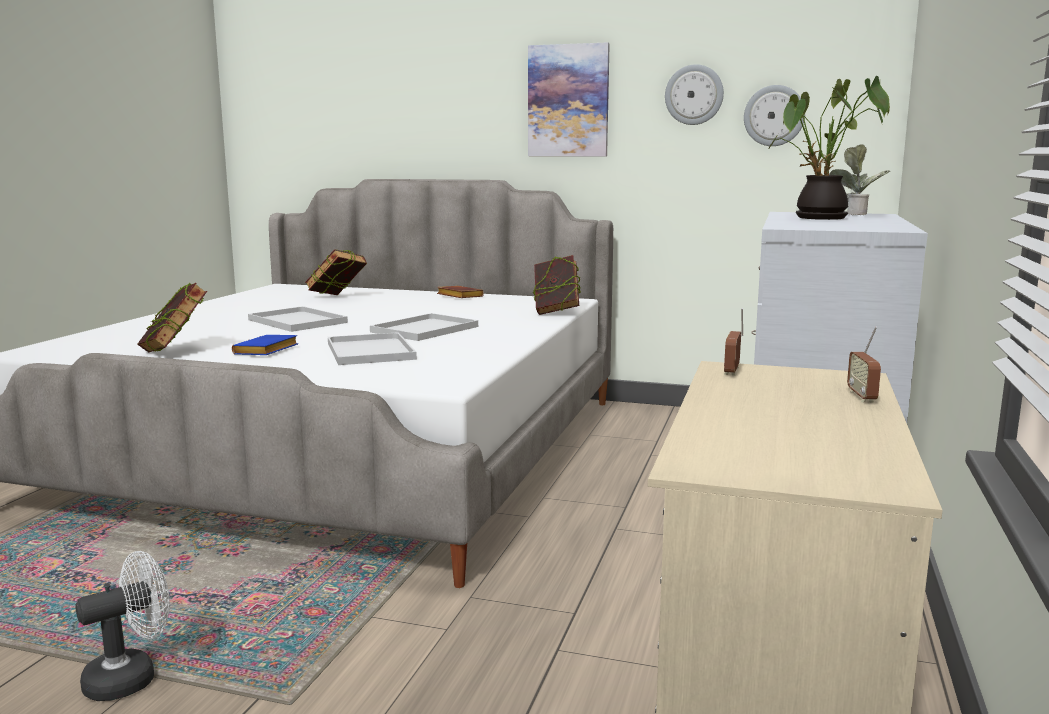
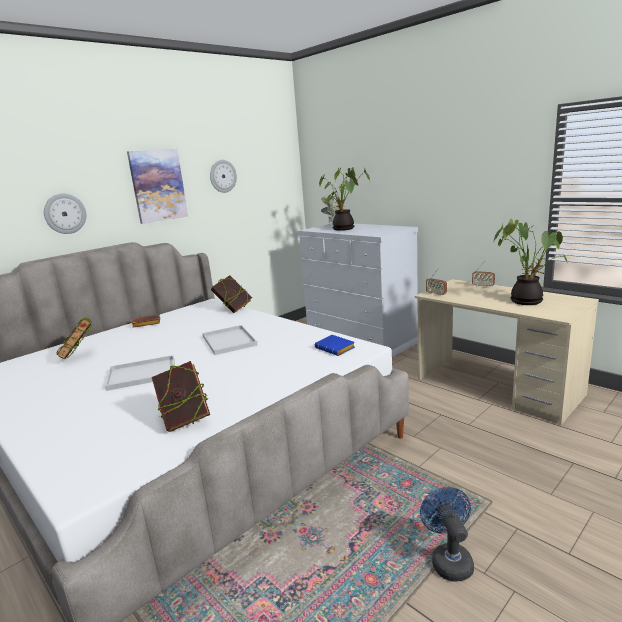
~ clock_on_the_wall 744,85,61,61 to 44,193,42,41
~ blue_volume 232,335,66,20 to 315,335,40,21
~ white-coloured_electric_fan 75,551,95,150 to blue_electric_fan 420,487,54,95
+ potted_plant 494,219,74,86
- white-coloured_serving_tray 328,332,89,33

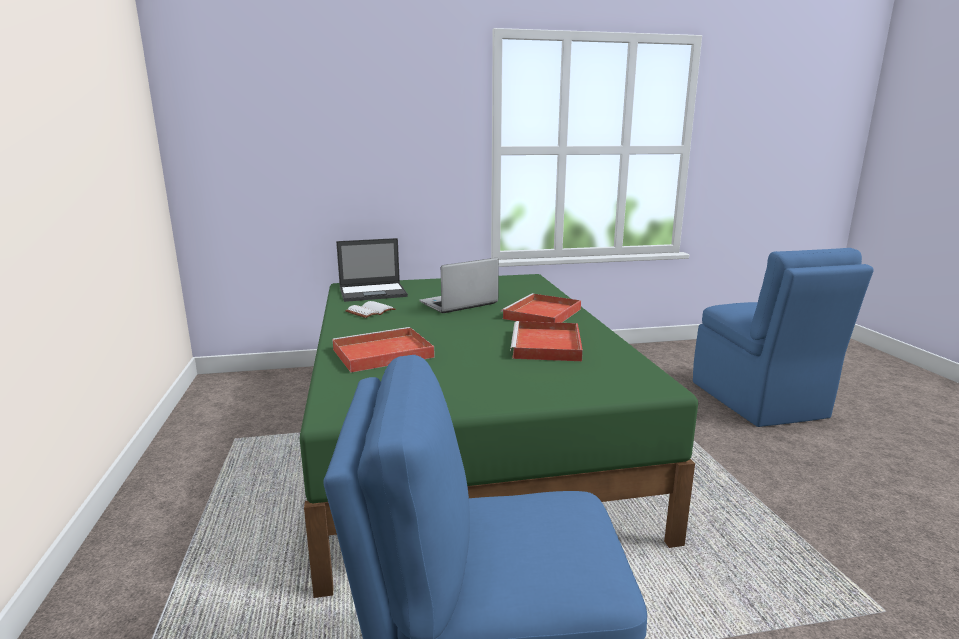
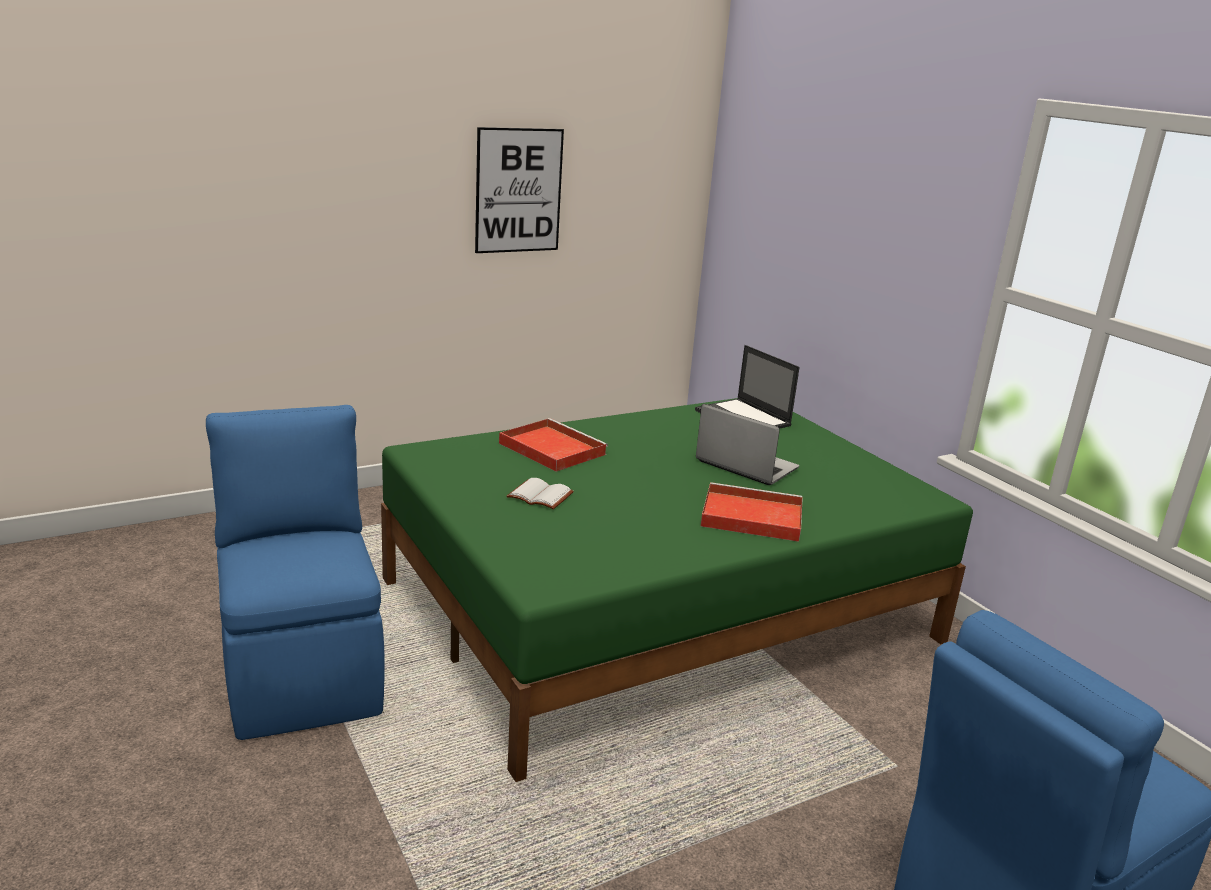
+ picture 475,127,89,126
~ white-coloured_volume 345,301,50,17 to 507,478,67,31
- red_serving_tray 510,321,73,40

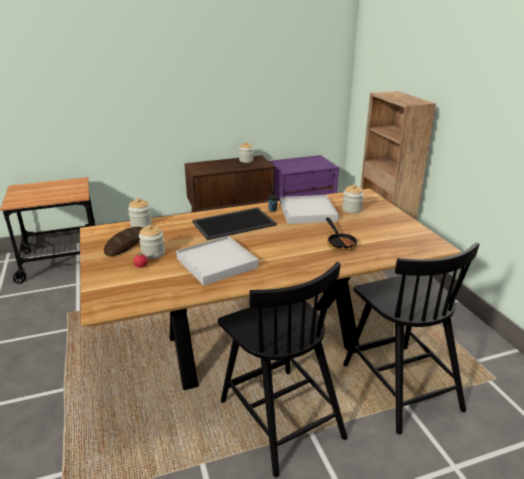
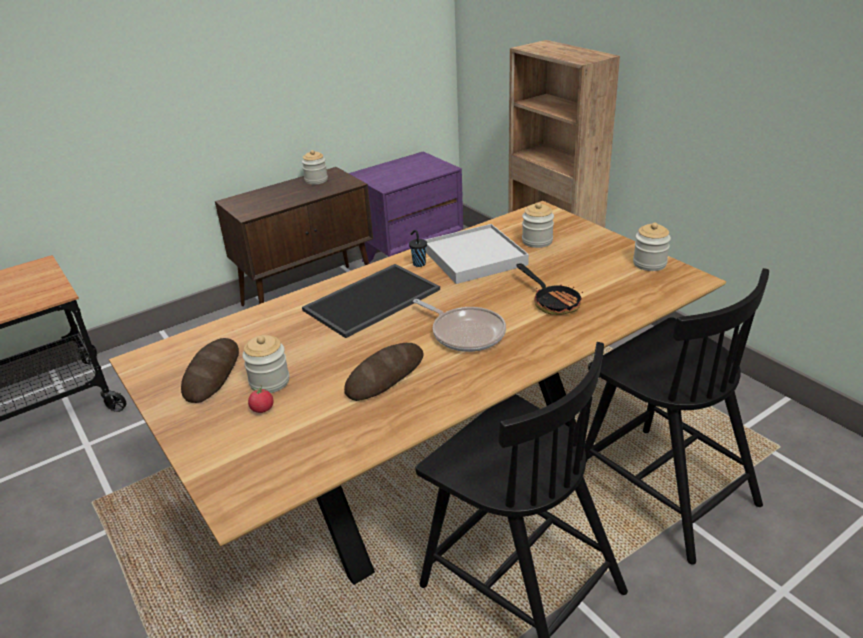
~ white-coloured_serving_tray 176,236,82,50 to baked_bread 344,343,80,58
+ frying_pan 413,299,93,53
~ preserve_jar 128,198,24,30 to 633,223,38,48

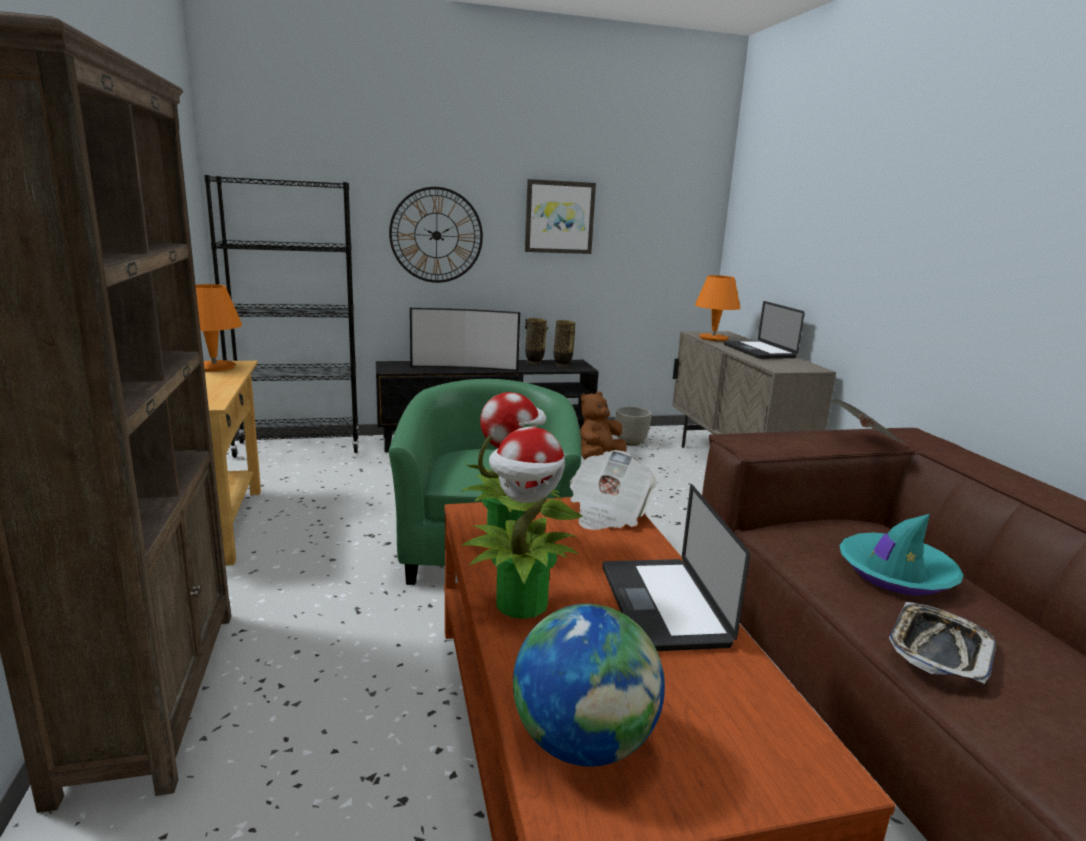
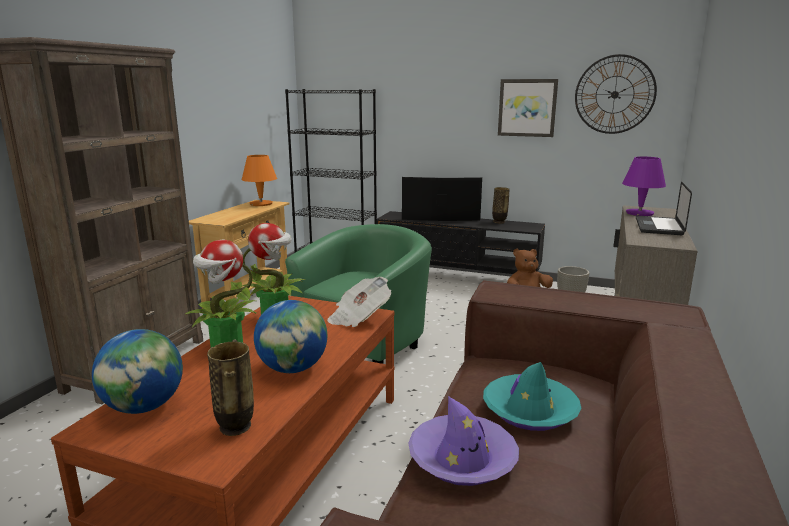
~ decorative_vase 554,320,21,47 to 207,339,47,97
~ portable_computer 602,485,148,166 to globe 254,300,73,73
~ TV 410,308,110,63 = 402,177,80,44 150 degrees clockwise
~ serving_tray 889,602,107,82 to purple_hat 408,396,111,90
~ clock_on_the_wall 389,187,94,96 to 575,54,82,80
~ orange-coloured_lamp_for_a_table 695,275,45,66 to purple_lamp_for_a_table 622,156,44,60
- daily_paper 830,399,77,45

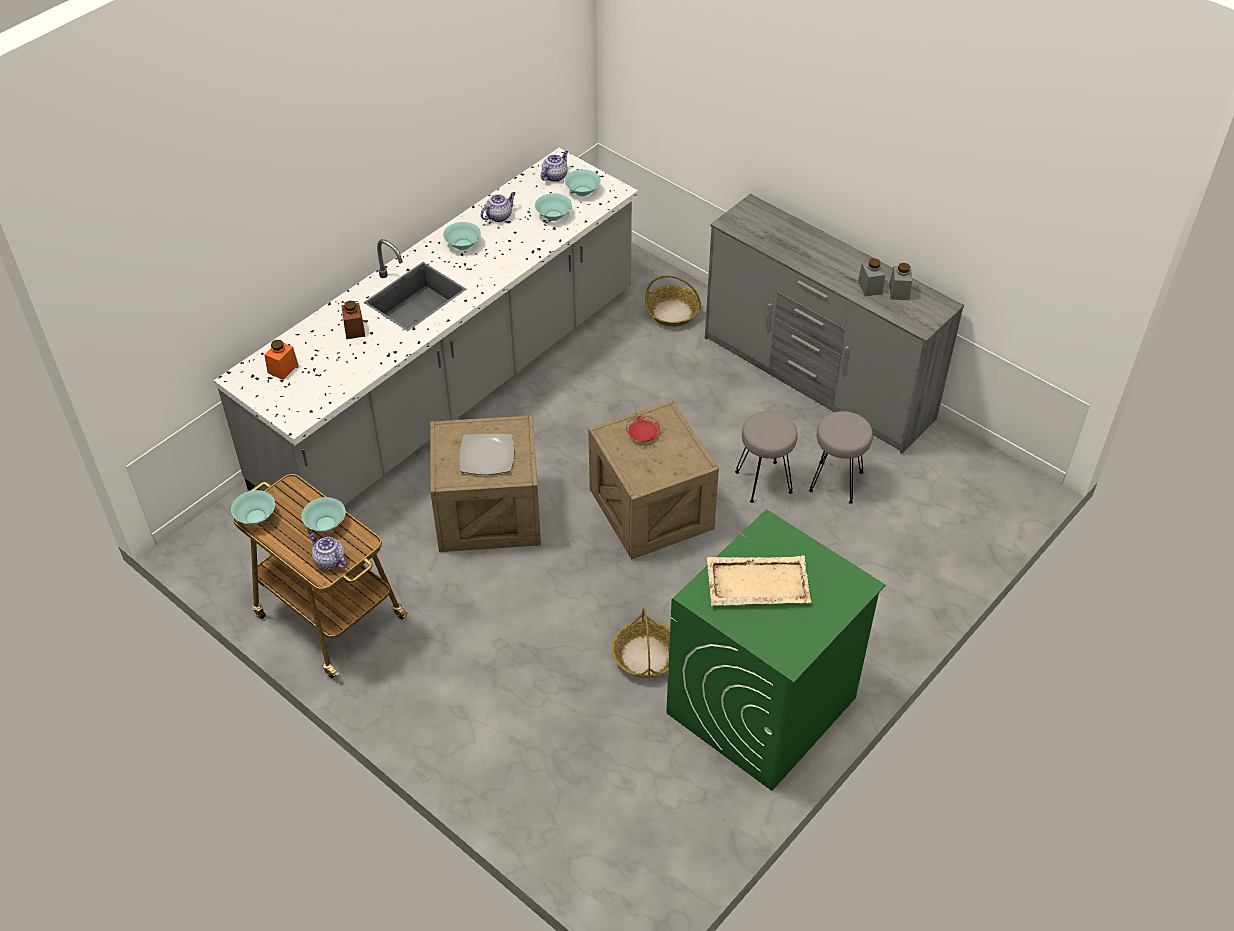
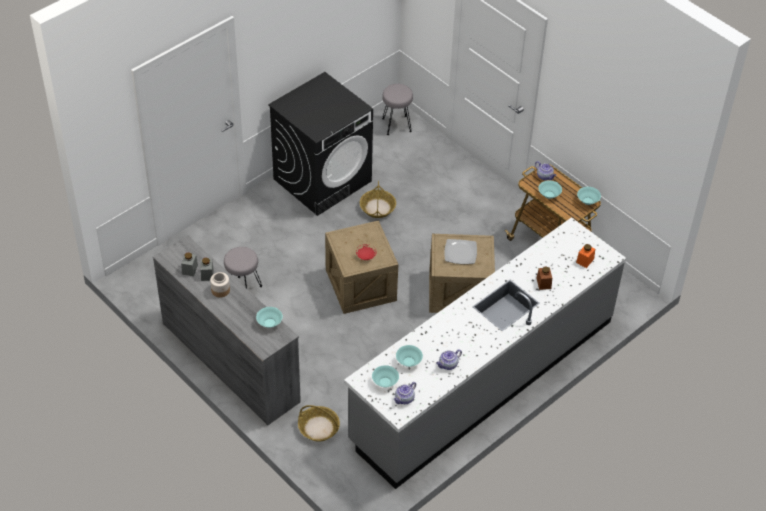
+ preserve_jar 210,272,20,25
~ turquoise_bowl 443,222,38,28 to 256,307,27,21
~ green-coloured_laundry_machine 666,509,219,282 to blackish_laundry_machine 268,72,105,144
~ gray_stool_seat 735,411,63,92 to 382,84,31,51
- sand-coloured_serving_tray 707,555,104,51

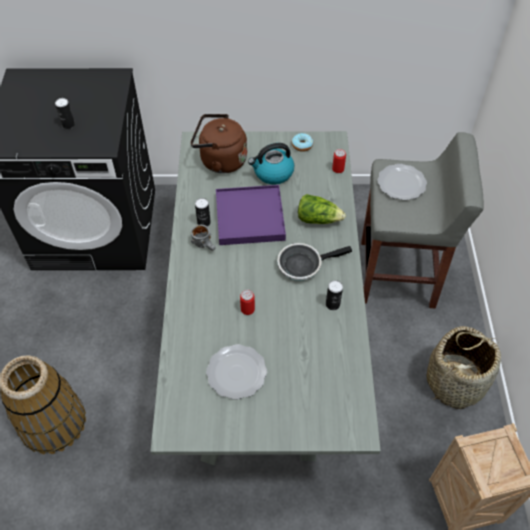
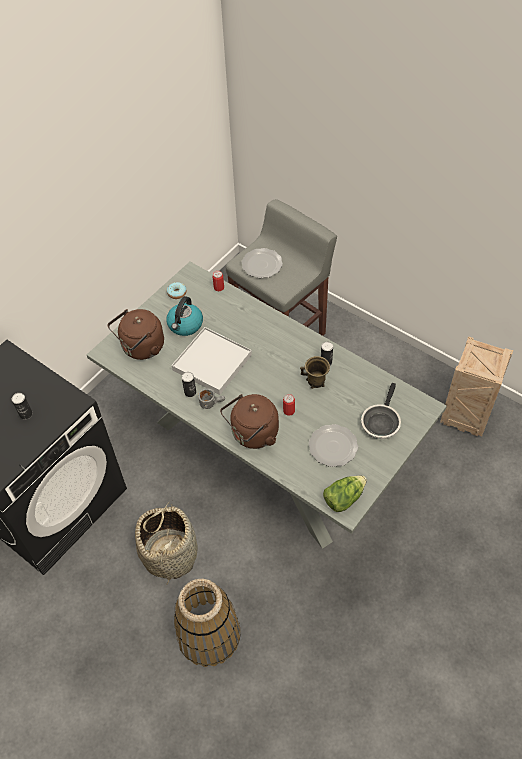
~ storage_basket 426,326,75,83 to 135,501,62,84
~ purple_serving_tray 216,185,70,60 to white-coloured_serving_tray 172,327,80,68
+ brown_kettle 220,394,59,55
+ brown_coffee_mug 300,356,30,33
~ lettuce_head 298,194,48,30 to 323,476,44,36
~ frying_pan 277,243,75,38 to 361,383,40,56

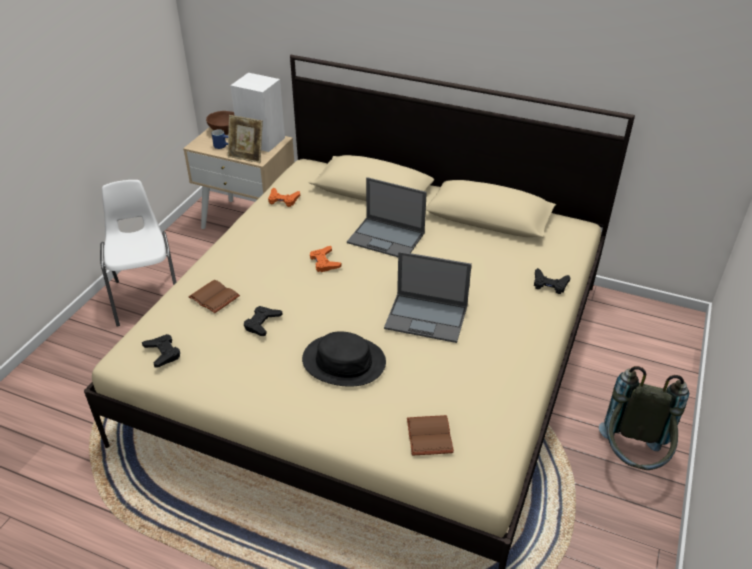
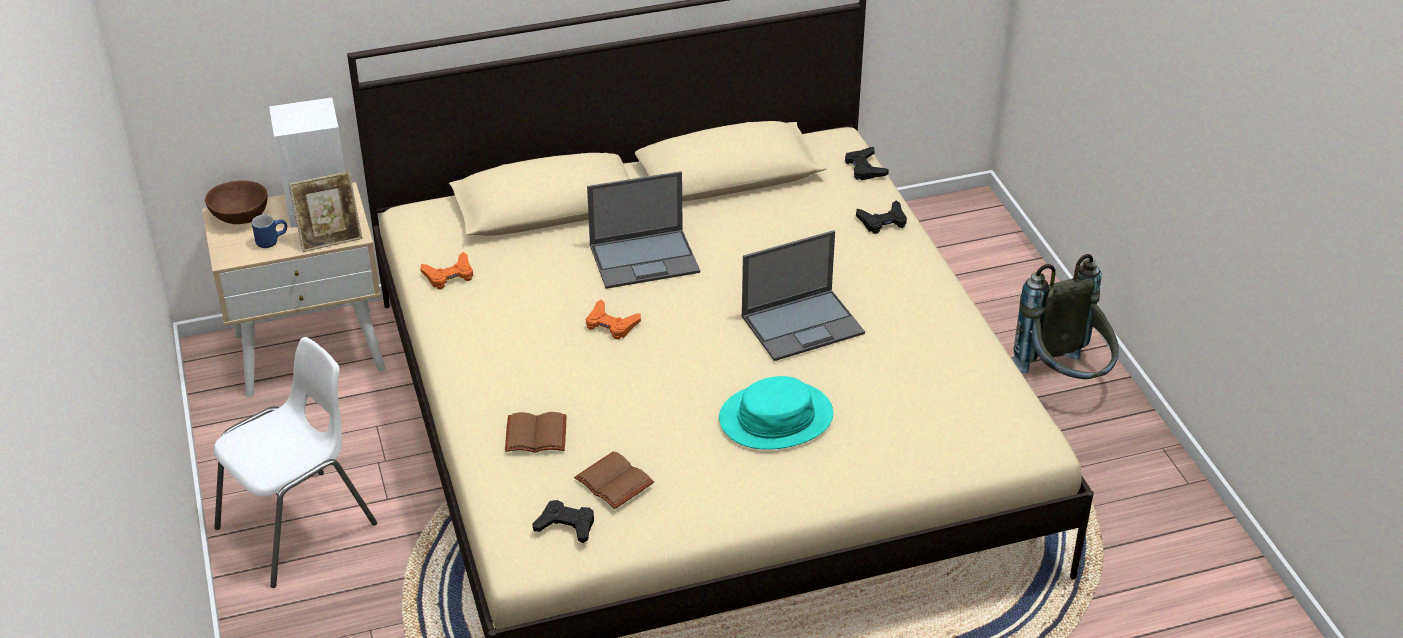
~ white-coloured_plain_chair 100,180,76,147 = 214,337,163,251 105 degrees clockwise
~ brown_volume 407,415,47,40 to 574,451,80,58
~ blackish_hat 302,331,84,56 to turquoise_hat 719,376,114,74
~ blackish_game_controller 244,306,39,30 to 845,147,44,33

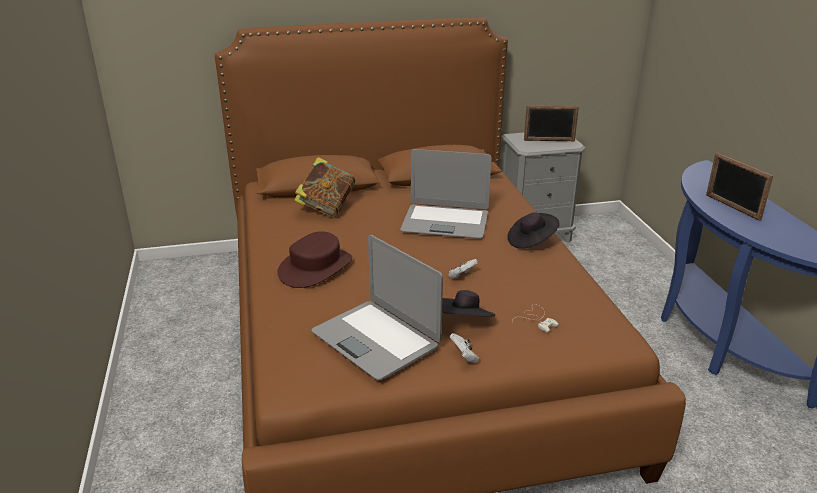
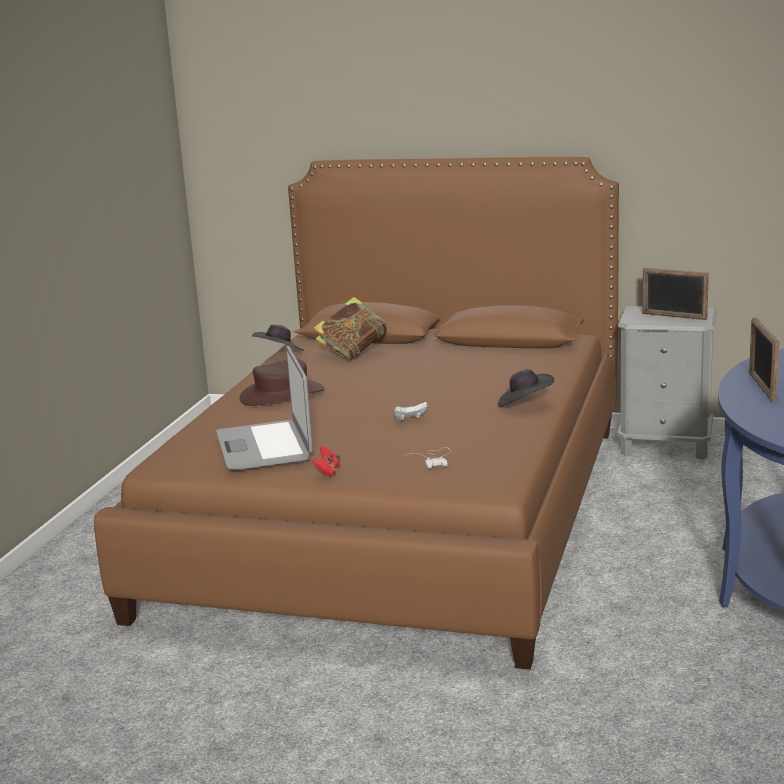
~ blackish_hat 442,290,53,27 to 252,325,52,26
~ white-coloured_game_controller 450,333,29,30 to red_game_controller 313,446,27,30
- portable_computer 400,149,91,90

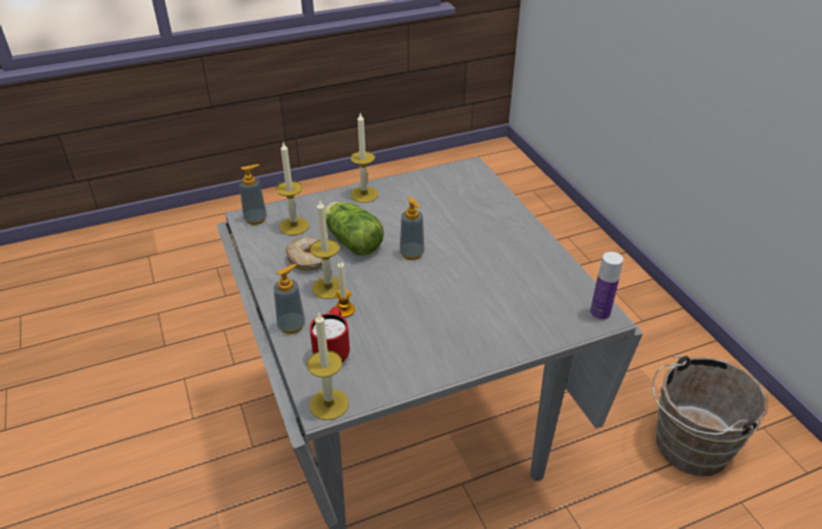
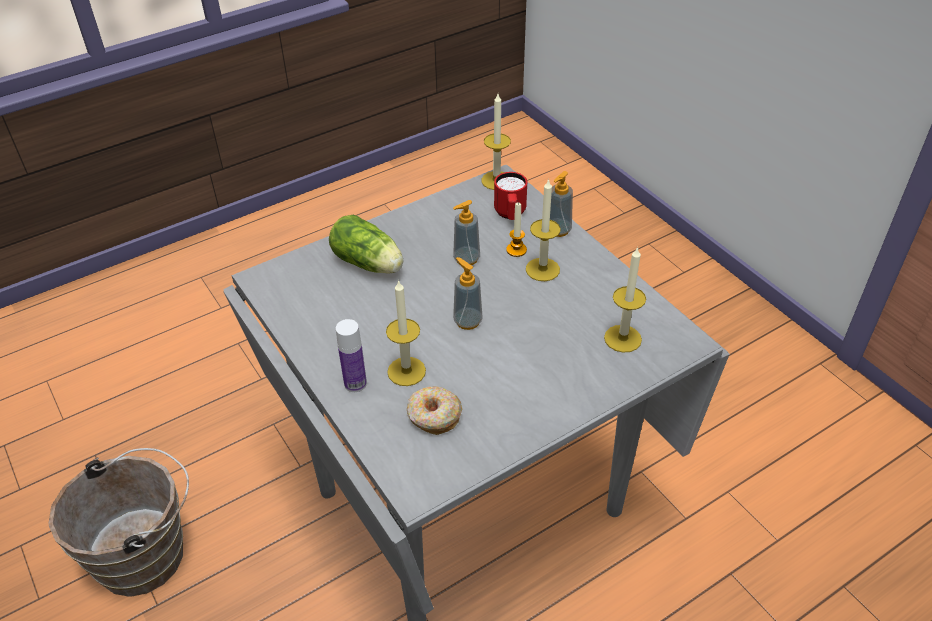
~ lettuce_head 325,202,59,54 to 329,215,74,59
~ bottle 590,252,33,69 to 336,319,31,73
~ wax_candle 350,112,28,91 to 386,280,40,106
~ donut 285,237,37,34 to 407,386,55,49
~ soap_dispenser 239,164,28,61 to 453,200,27,65

